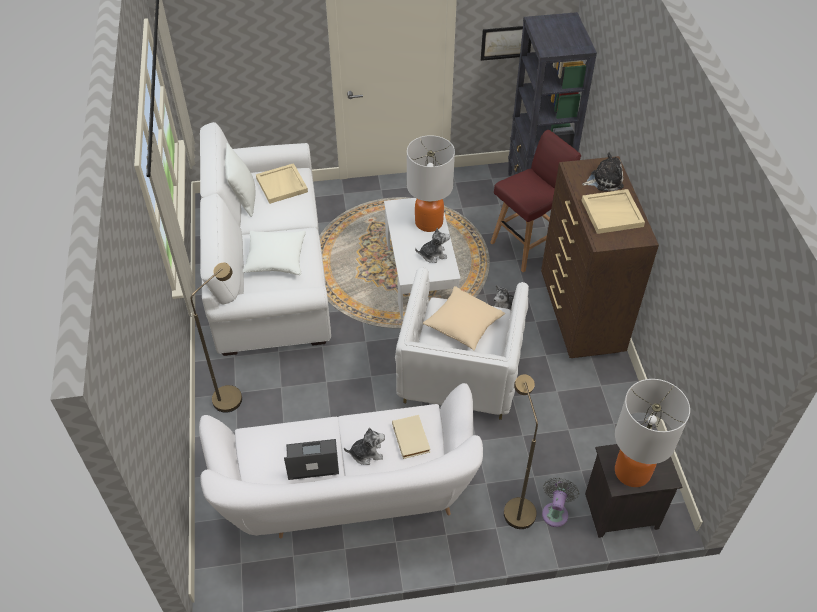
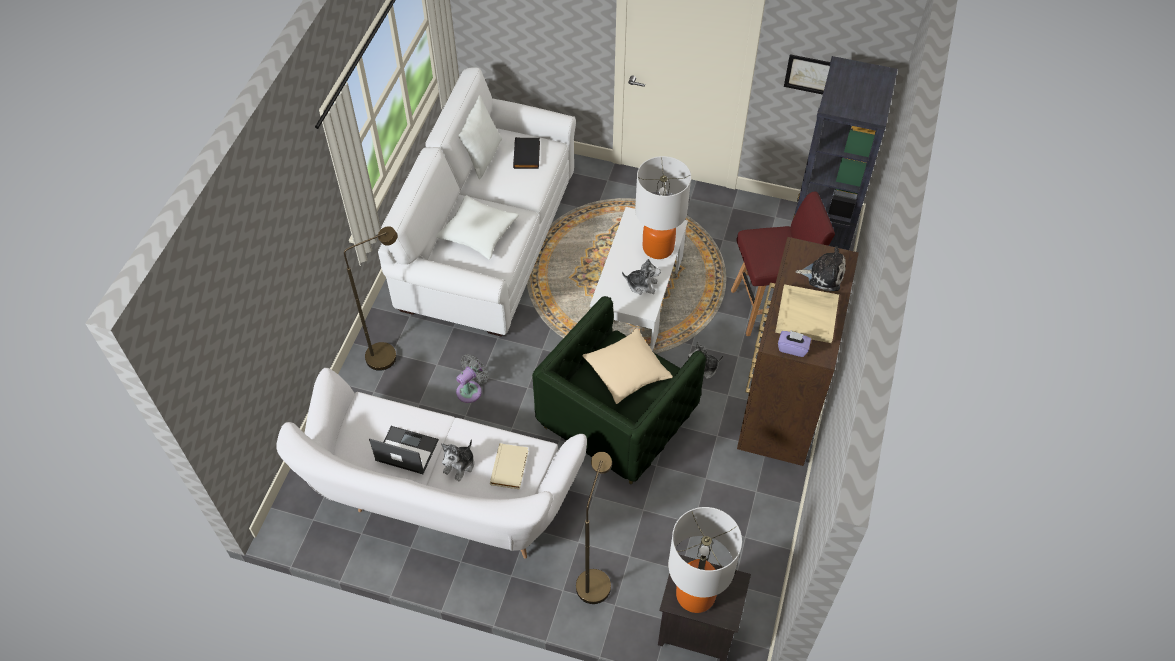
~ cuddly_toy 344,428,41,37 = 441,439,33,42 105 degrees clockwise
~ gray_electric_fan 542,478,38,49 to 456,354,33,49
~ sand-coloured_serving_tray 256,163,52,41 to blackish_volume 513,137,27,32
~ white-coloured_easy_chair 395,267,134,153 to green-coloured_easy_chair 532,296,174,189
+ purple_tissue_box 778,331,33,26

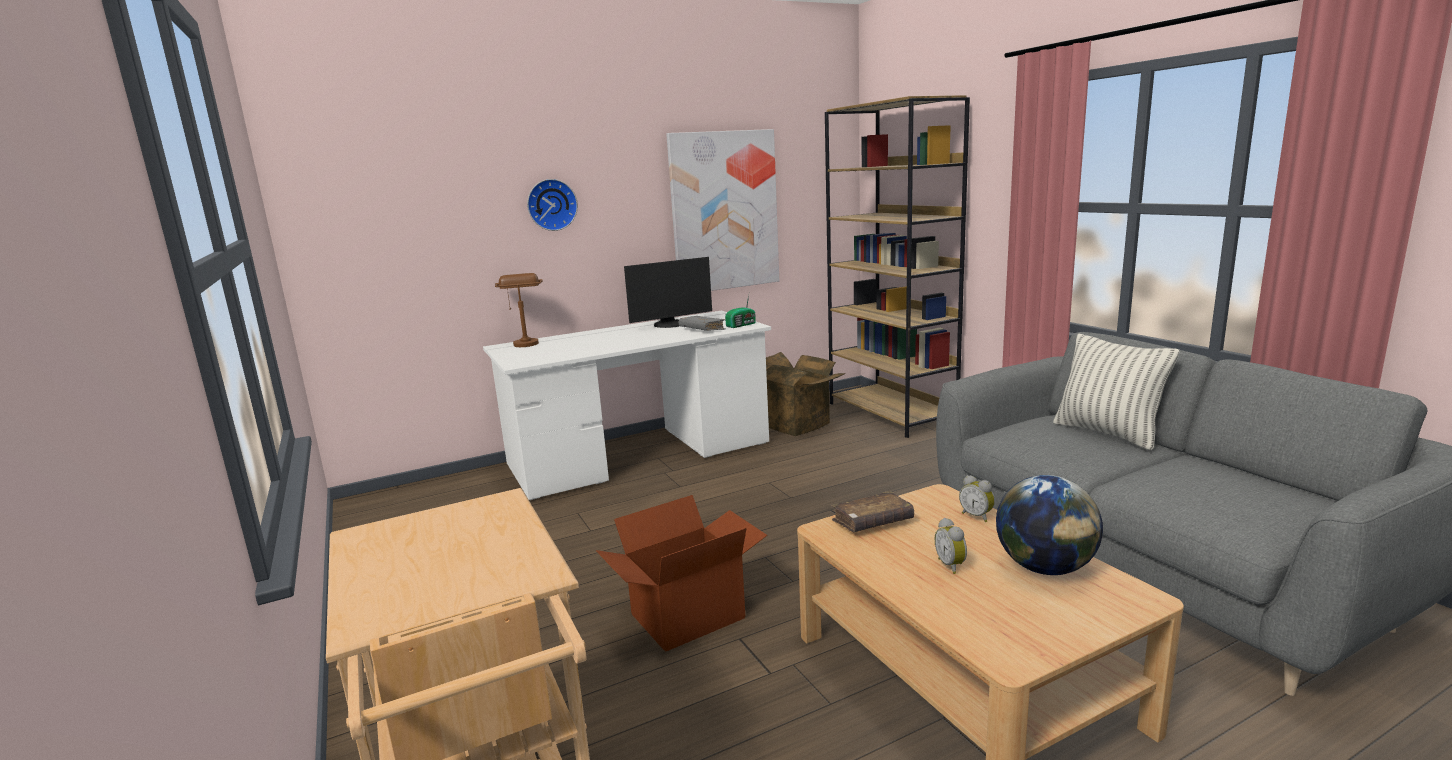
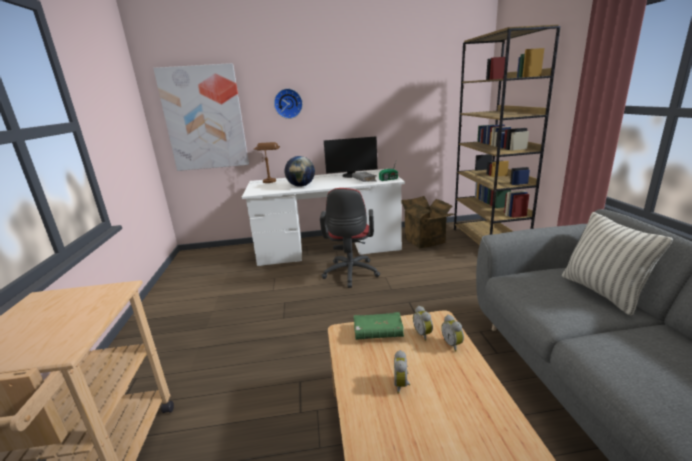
~ picture 666,129,113,162 to 153,63,96,108
~ globe 996,475,107,100 to 285,156,30,31
+ red_computer_chair 320,188,60,100
~ brown_volume 831,491,83,41 to green-coloured_volume 353,312,51,28
+ bedside_clock 413,306,20,35
- packing_box 596,495,172,157

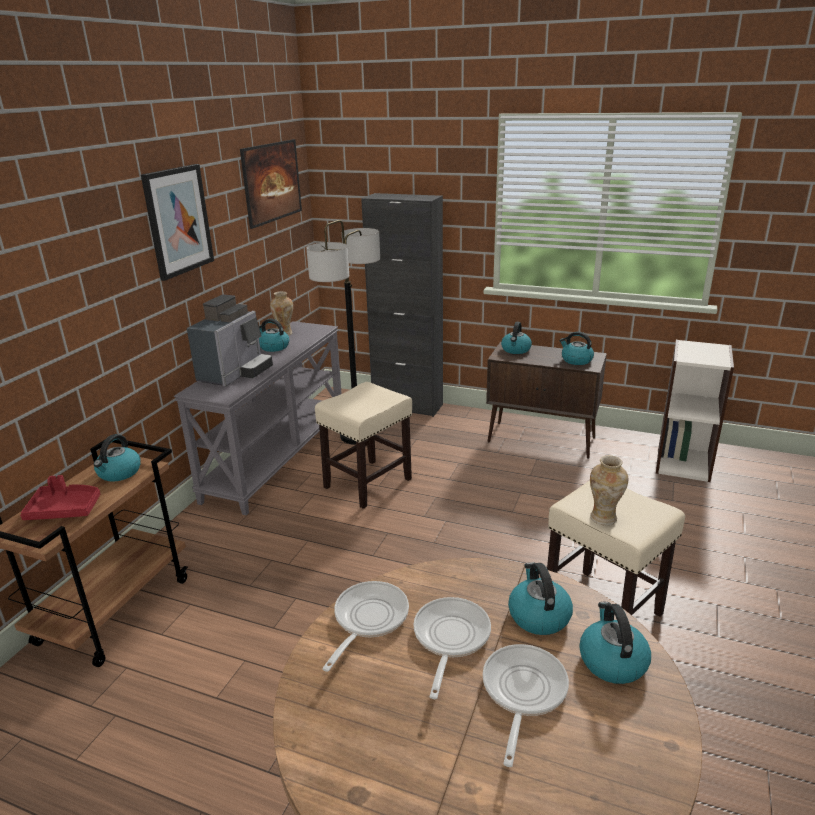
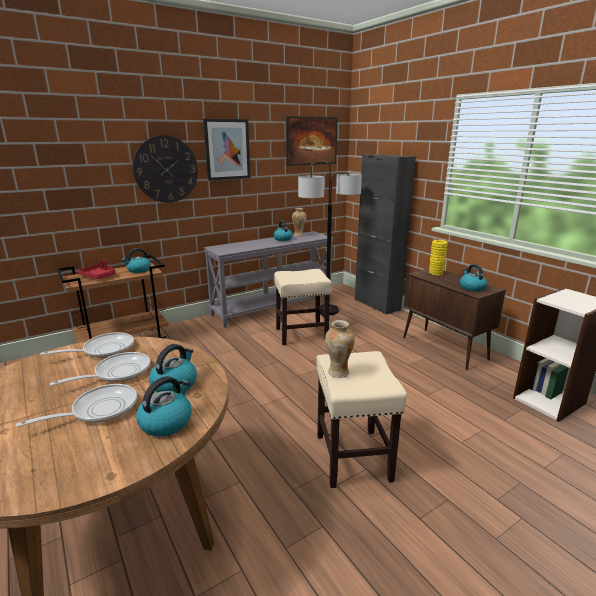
+ clock_on_the_wall 133,135,65,68
~ kettle 501,322,31,32 to yellowish_decorative_vase 429,240,19,36
- coffee_machine 187,294,86,92

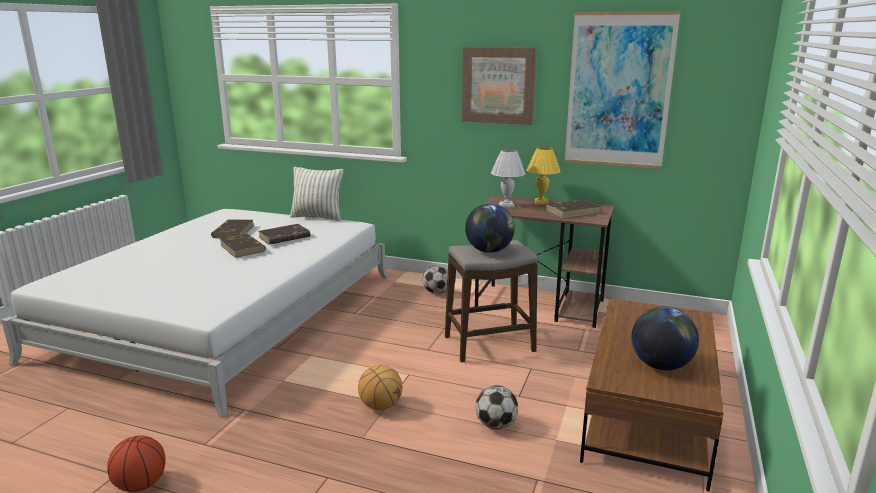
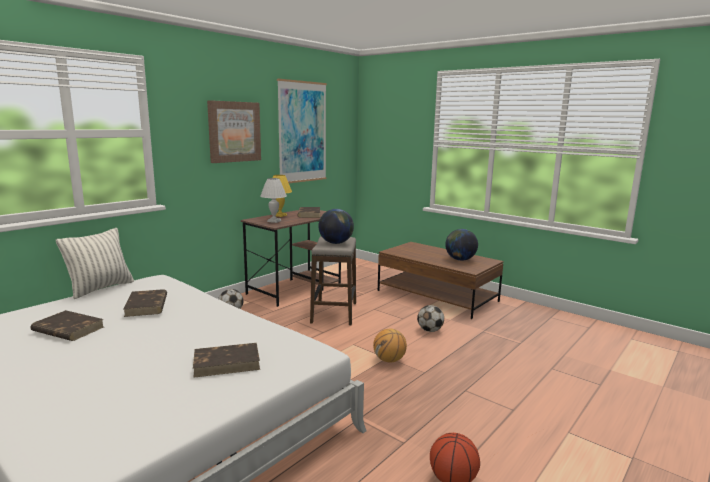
~ brown_volume 220,234,46,24 to 193,343,67,35

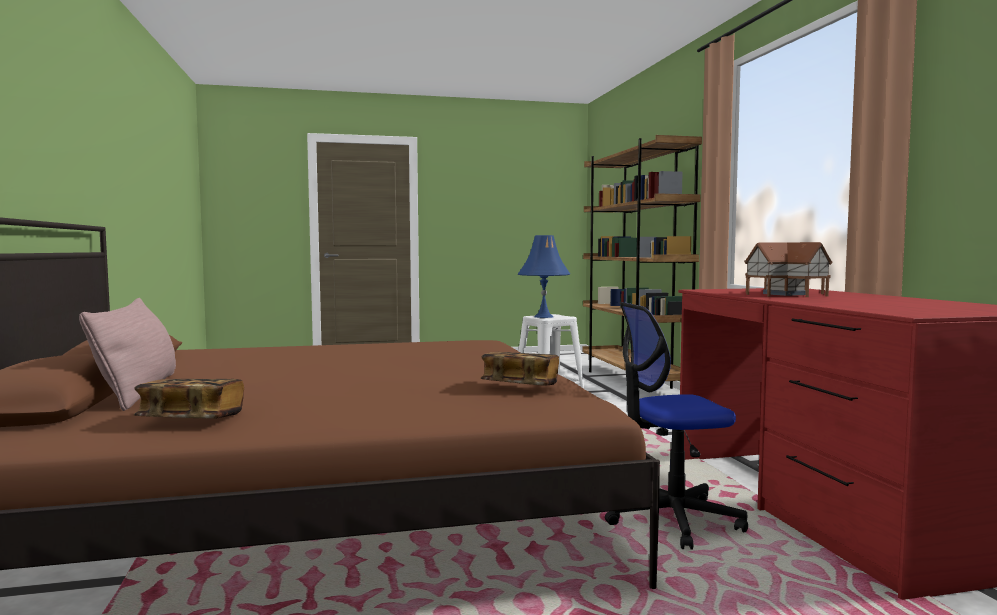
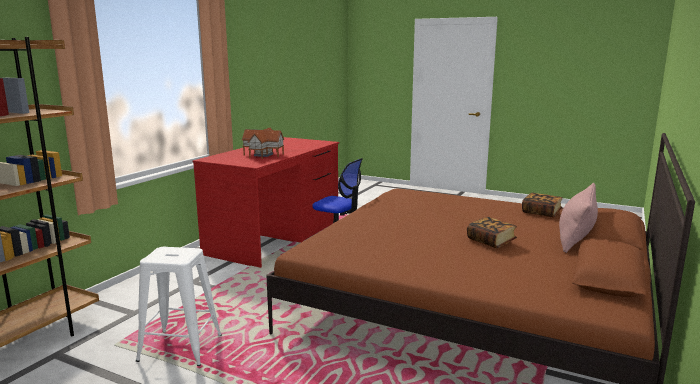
~ volume 480,352,79,34 to 467,217,50,31
- blue_lamp_for_a_table 518,235,52,83

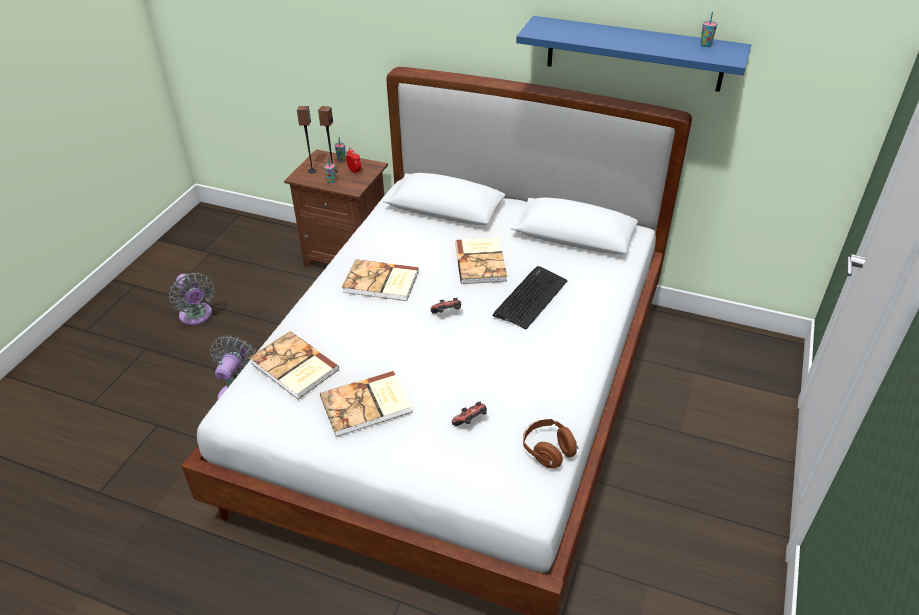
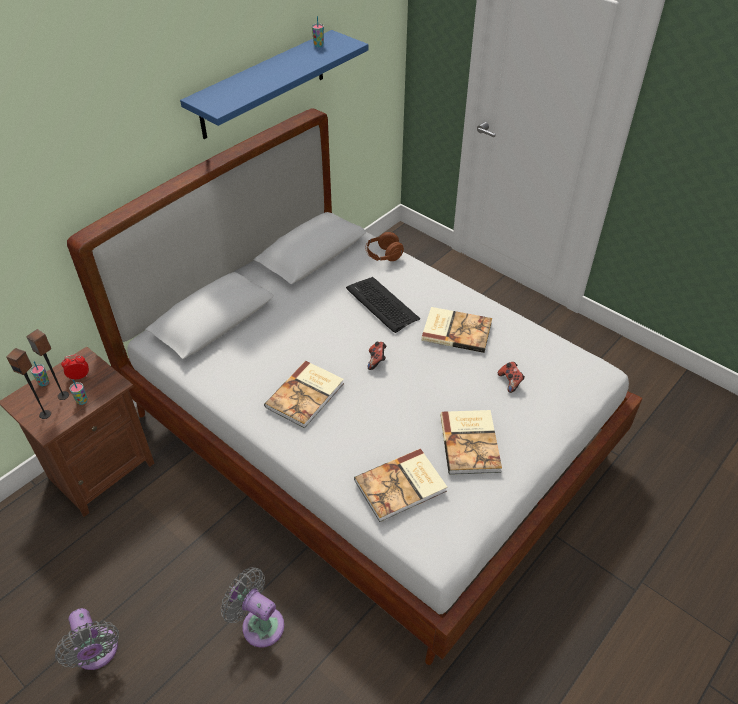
~ gray_electric_fan 169,273,46,52 = 55,608,64,62 75 degrees clockwise
~ brown_pair_of_headphones 523,419,56,50 to 366,232,38,29
~ volume 455,237,52,47 to 421,307,71,46

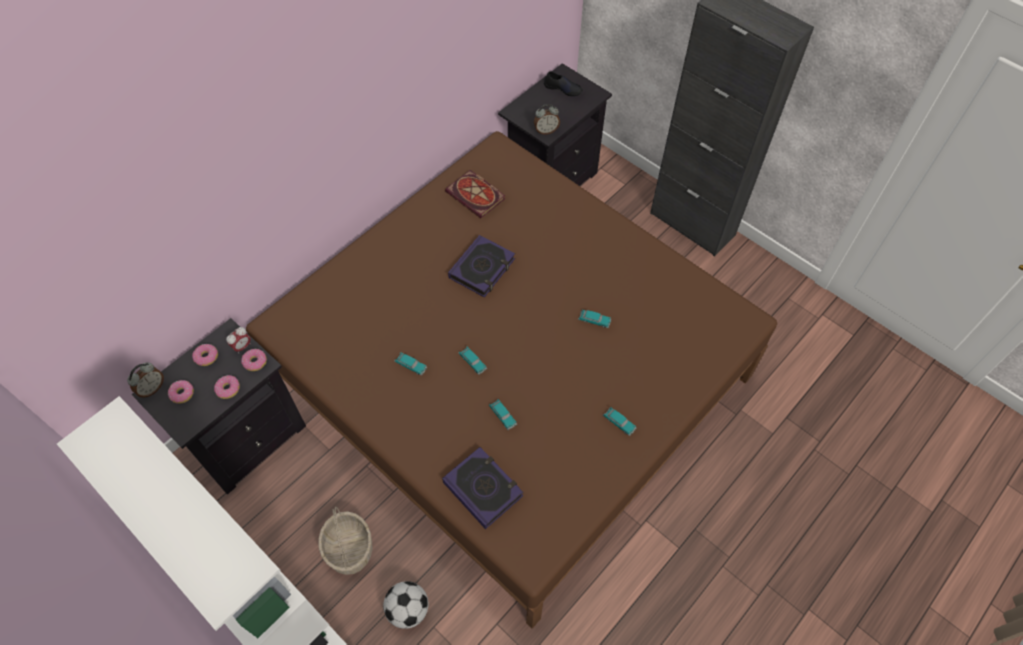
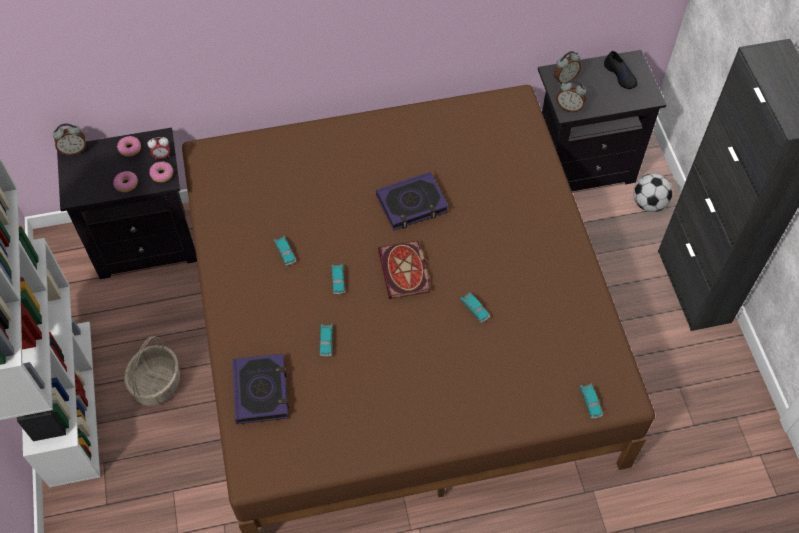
~ volume 445,170,60,48 to 378,240,53,59
+ bedside_clock 554,51,27,33
~ toy_car 603,407,34,29 to 579,383,24,36
~ ball_for_football 383,581,46,48 to 633,174,40,38
- donut 168,380,26,24

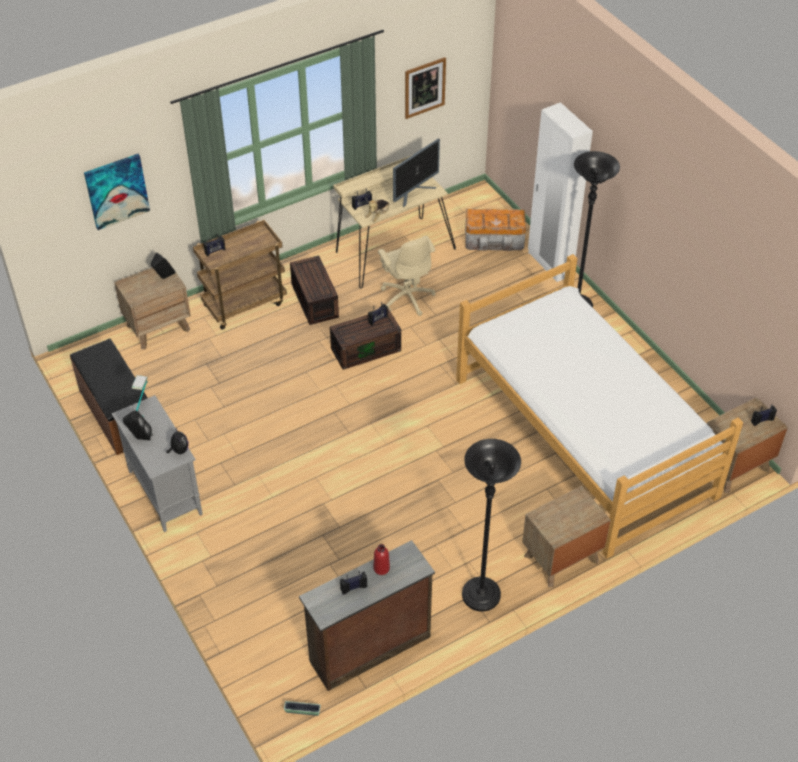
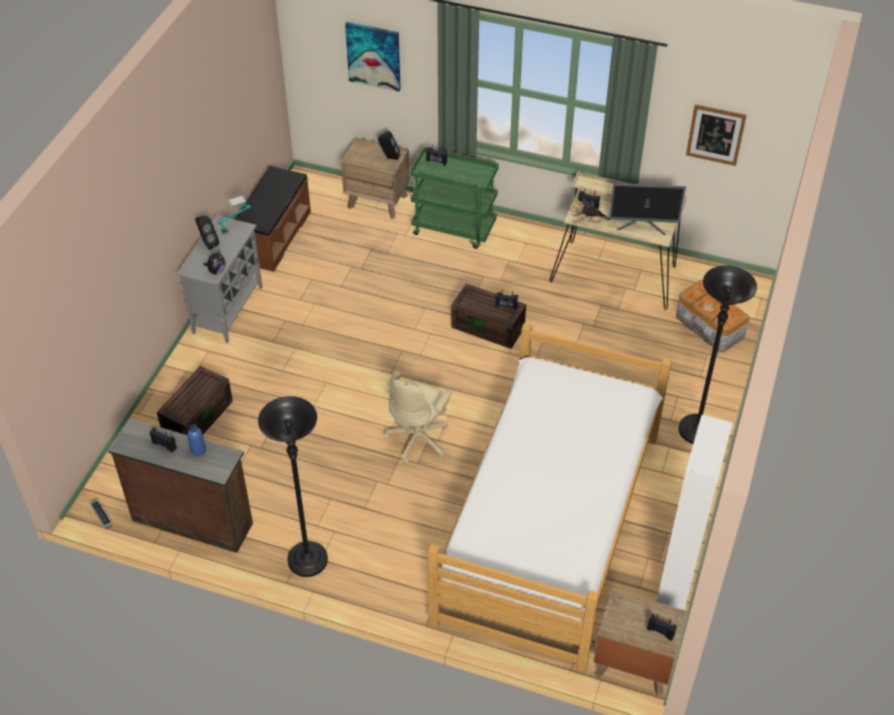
~ brown_storage_box 290,255,49,70 to 157,366,76,69
~ red_bottle 374,544,16,31 to blue_bottle 187,424,19,32
~ sand-coloured_computer_chair 378,236,57,80 to 384,371,68,93
~ brown_cart 193,220,94,110 to green-coloured_cart 410,146,89,103
~ white-coloured_armoire 528,102,65,180 to 657,415,76,195
- brown_nightstand 522,486,89,101

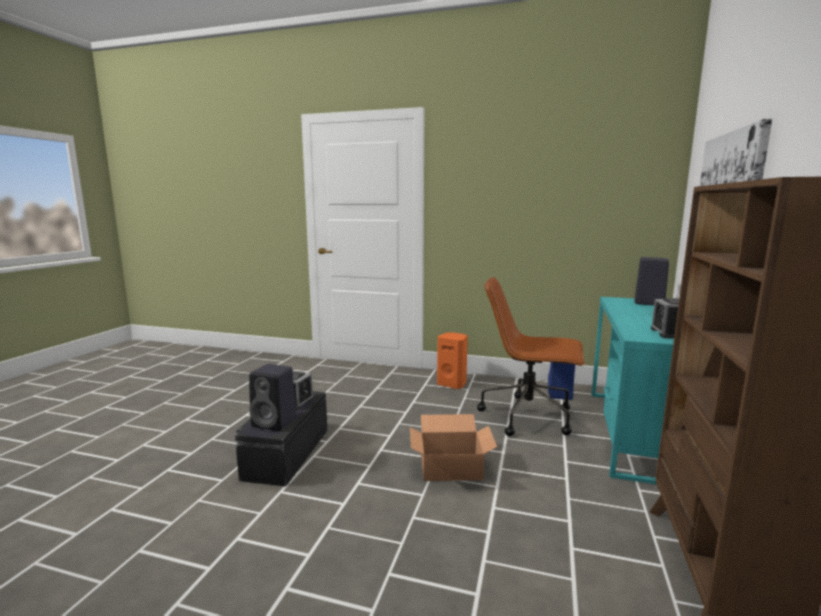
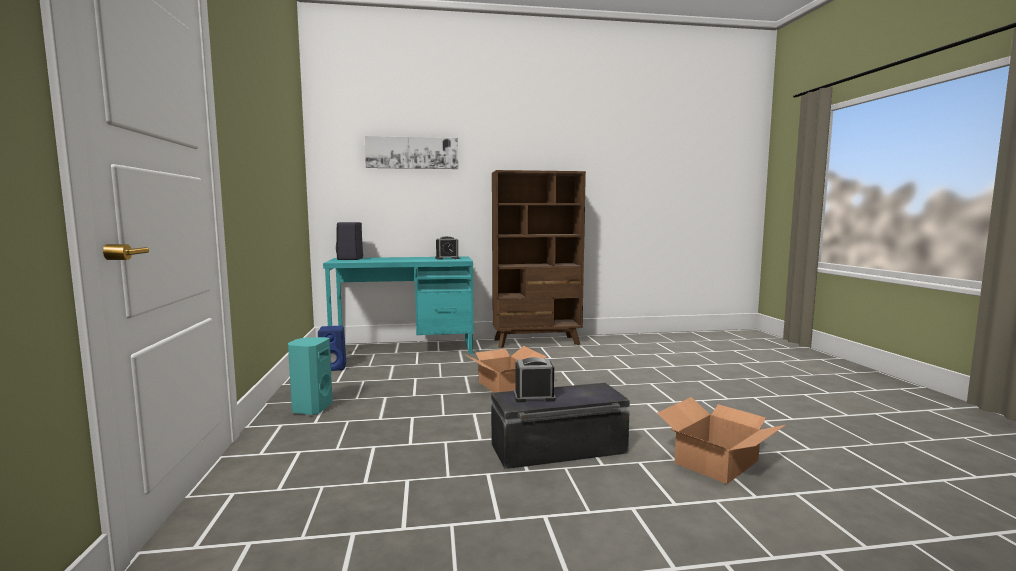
~ orange-coloured_speaker 437,332,31,57 to turquoise_speaker 288,337,45,78
+ packing_box 657,397,128,87
- blackish_speaker 249,364,47,67
- brown_computer_chair 477,277,108,159

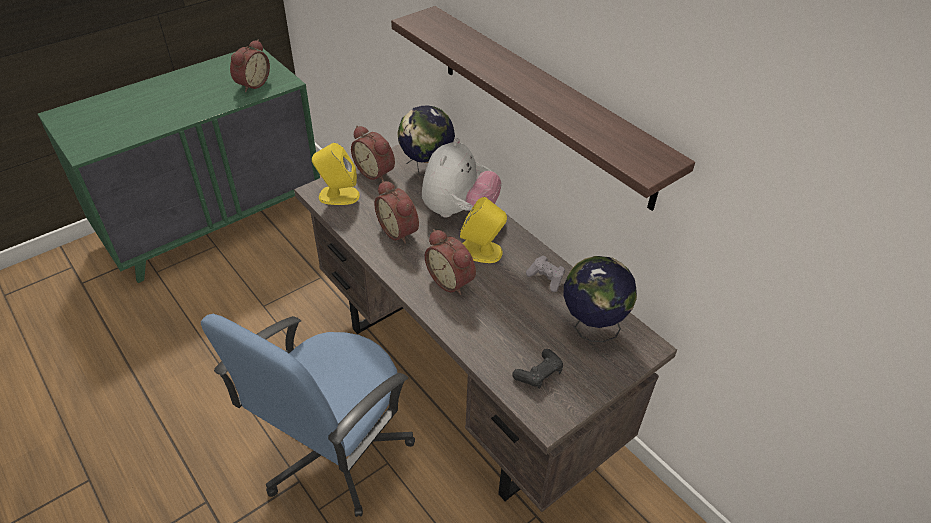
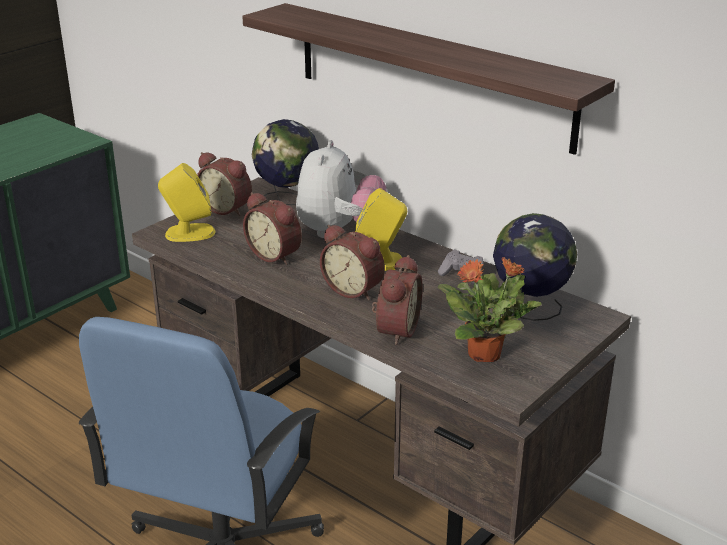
~ bedside_clock 230,40,40,52 to 372,255,51,90
~ blackish_game_controller 512,349,51,40 to potted_plant 437,257,105,105

